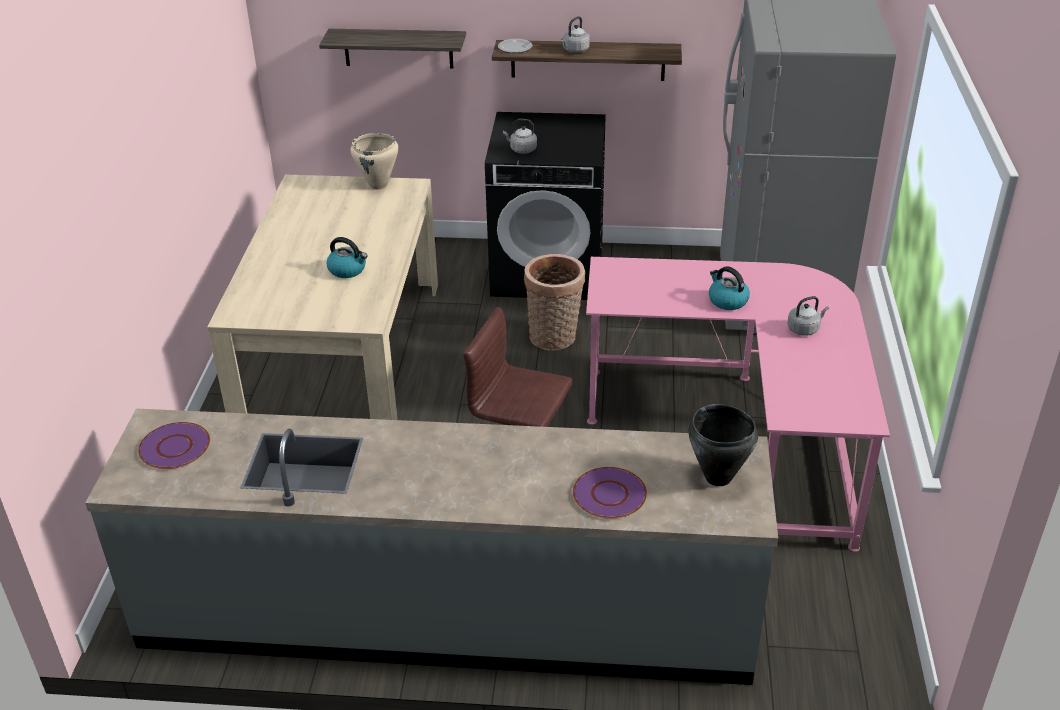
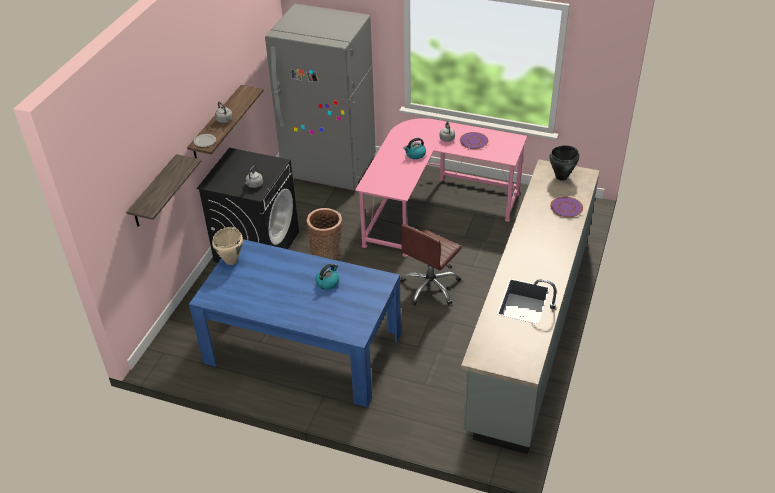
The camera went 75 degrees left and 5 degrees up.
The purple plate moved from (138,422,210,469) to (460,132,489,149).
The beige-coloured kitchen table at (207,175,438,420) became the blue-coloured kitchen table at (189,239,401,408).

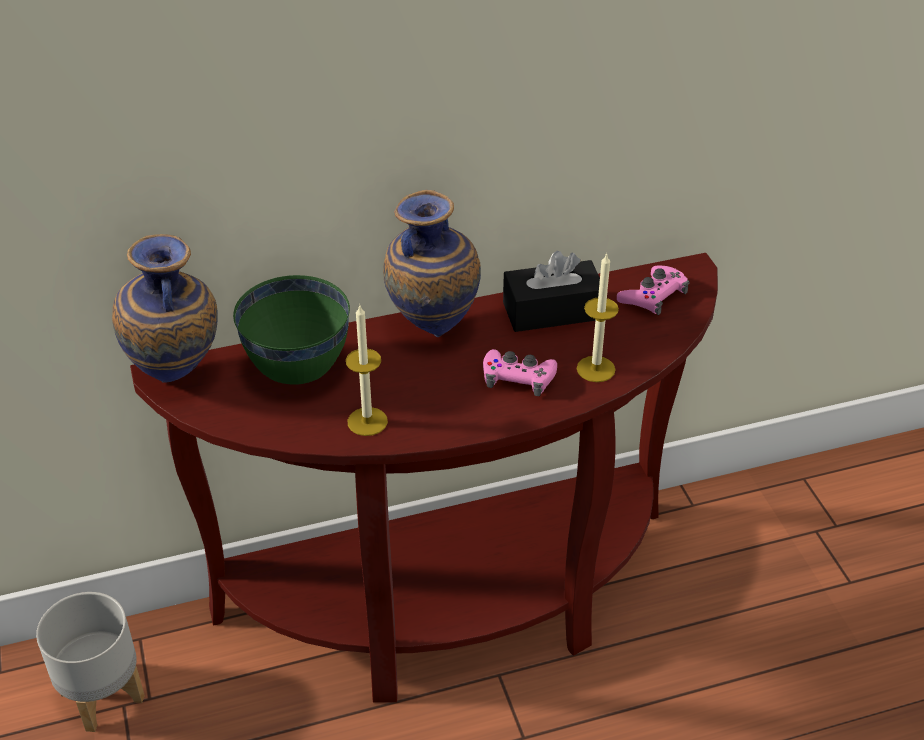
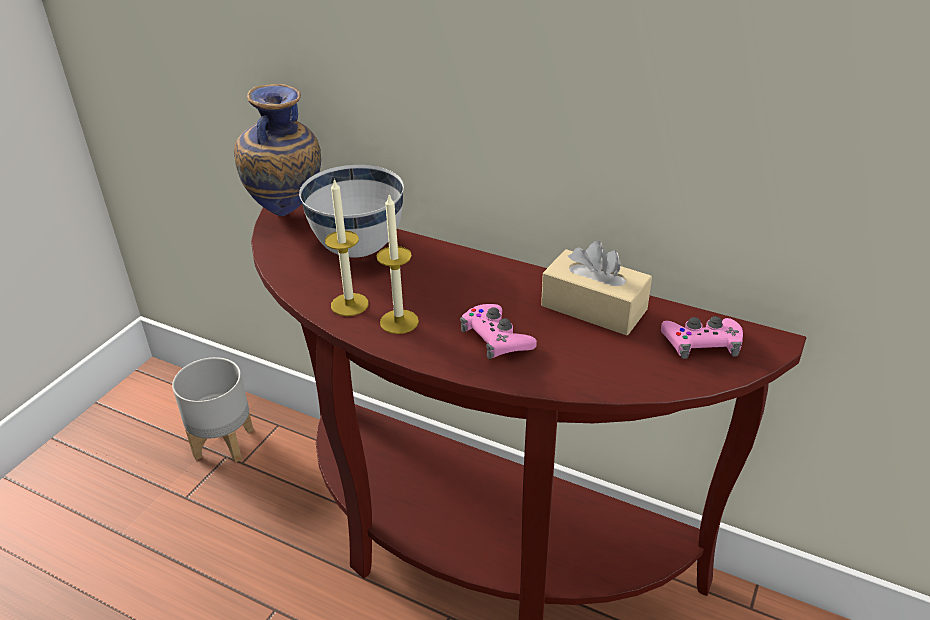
The camera went 45 degrees right and 5 degrees down.
The greenish deep dish at (233,275,350,385) became the white deep dish at (299,165,404,258).
The vase at (383,190,481,337) disappeared.
The black box of tissues at (503,251,600,332) became the beige-coloured box of tissues at (541,241,652,335).
The wax candle moved from (577,252,619,382) to (377,195,419,334).

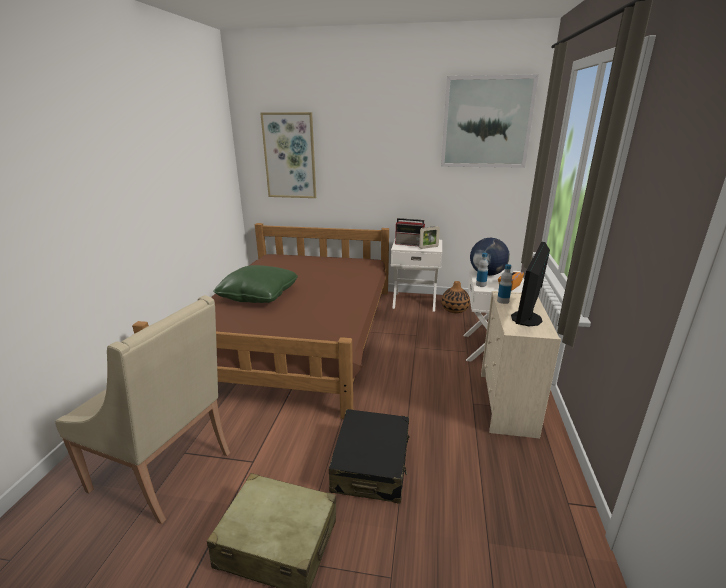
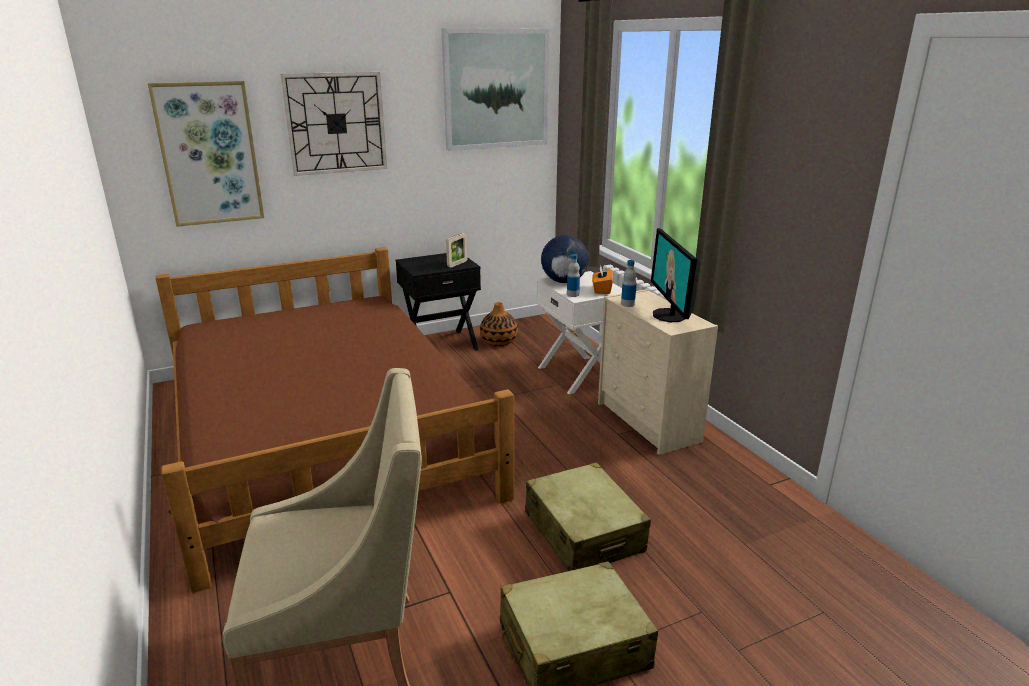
The camera went 35 degrees left and 0 degrees up.
The greenish throw pillow at (213,265,298,303) disappeared.
The black travel case at (329,409,410,504) became the beige-coloured travel case at (525,462,651,571).
The white nightstand at (391,240,442,312) became the black nightstand at (396,253,481,351).
The radio set at (395,218,425,246) disappeared.
The wall clock at (281,72,387,176) appeared.

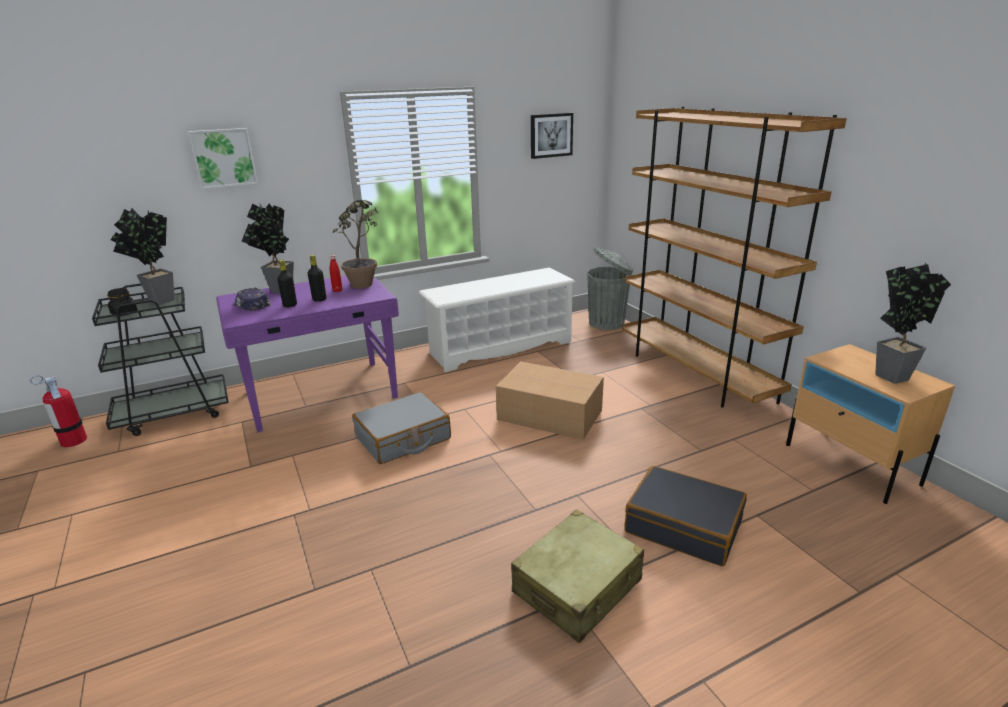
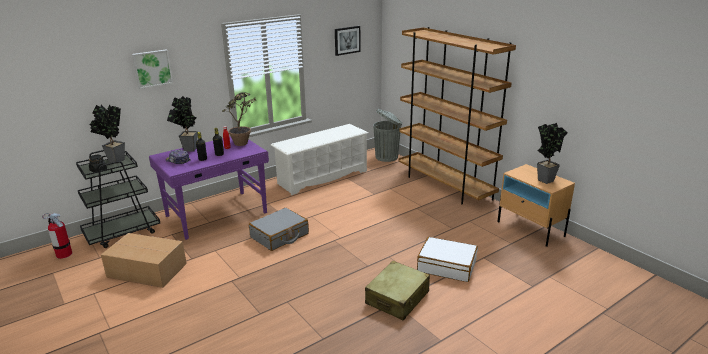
The camera went 10 degrees left and 0 degrees up.
The carton moved from (496,361,604,440) to (101,233,187,288).
The black travel case at (624,466,747,566) became the white travel case at (417,237,478,282).

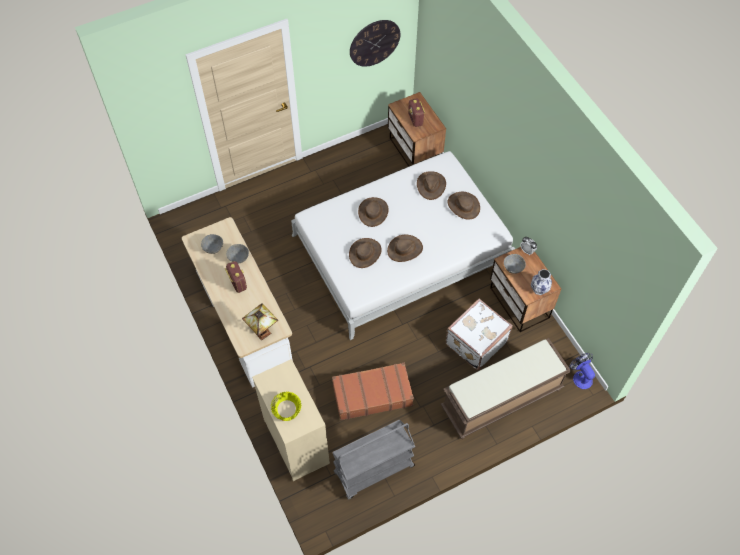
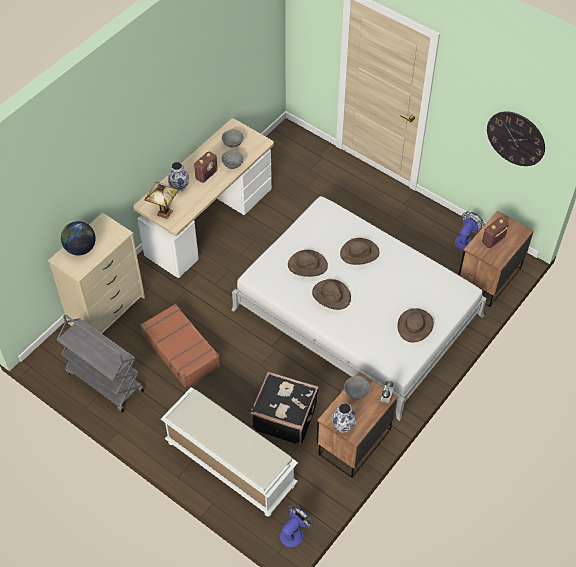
The camera went 65 degrees right and 5 degrees down.
The yellowish deep dish at (271,392,302,421) was replaced by the desk globe at (61,221,96,255).
The brownish clothing hat at (417,171,446,200) disappeared.
The brownish indoor bench at (441,338,572,439) became the white indoor bench at (161,387,298,516).
The white travel case at (445,299,513,370) became the black travel case at (250,371,319,445).
The vase at (168,162,189,192) appeared.
The cooling fan at (455,212,484,250) appeared.

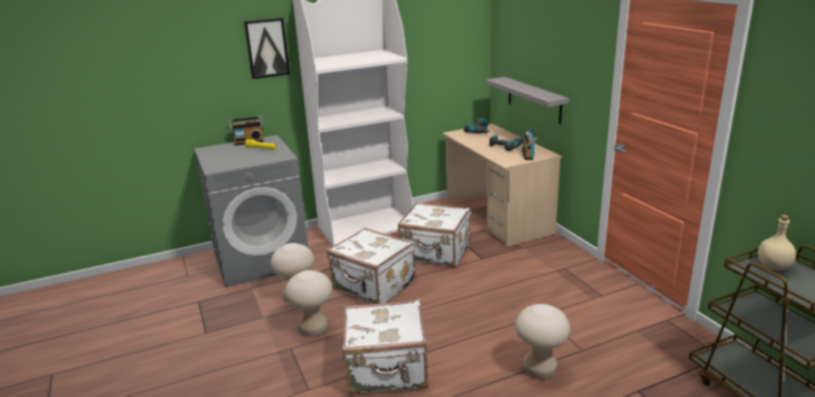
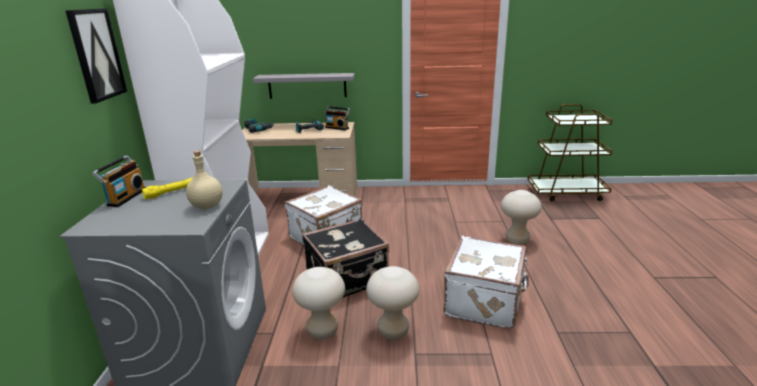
The camera went 65 degrees left and 0 degrees up.
The white travel case at (327,227,415,304) became the black travel case at (302,218,389,297).
The beige-coloured drink bottle moved from (758,215,796,270) to (186,151,223,209).

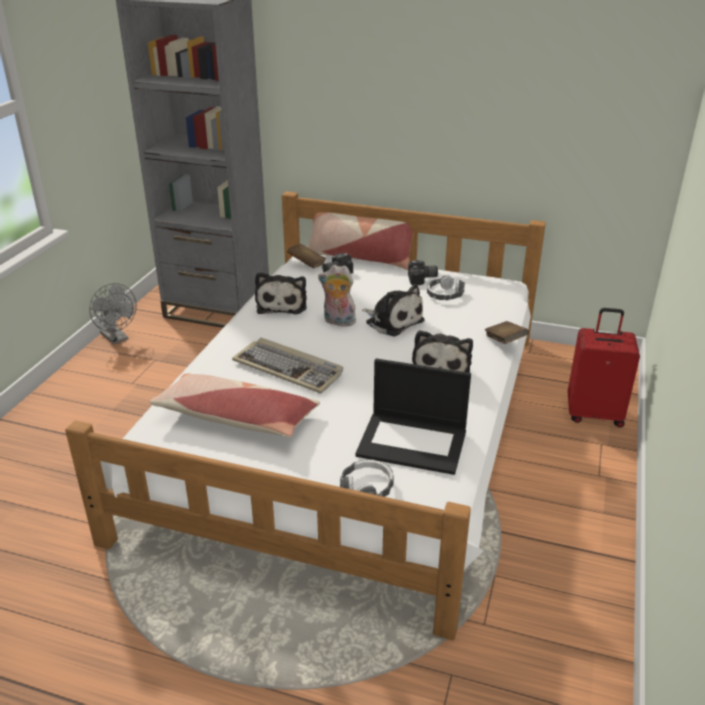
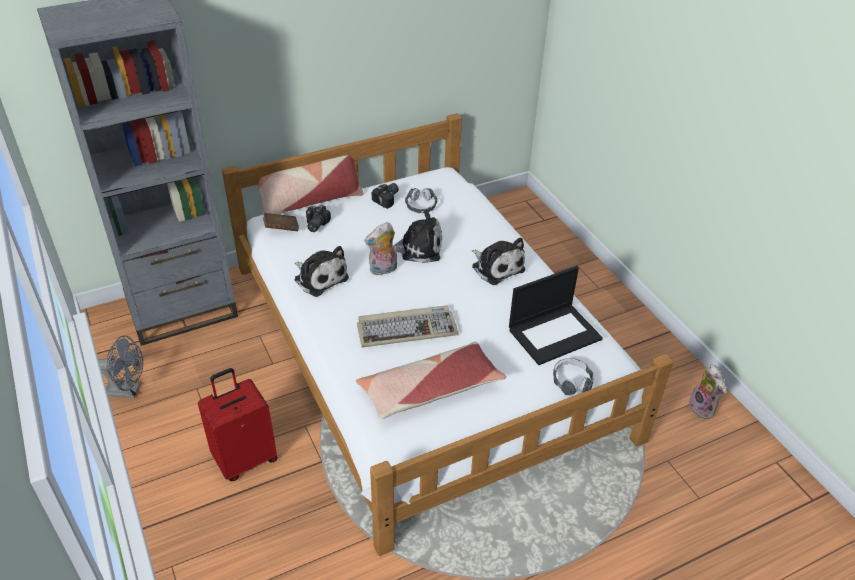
The camera went 45 degrees left and 10 degrees up.
The brownish volume at (485,321,529,344) disappeared.
The red travel case moved from (568,308,640,428) to (198,368,278,481).
The soft toy at (687,365,727,419) appeared.

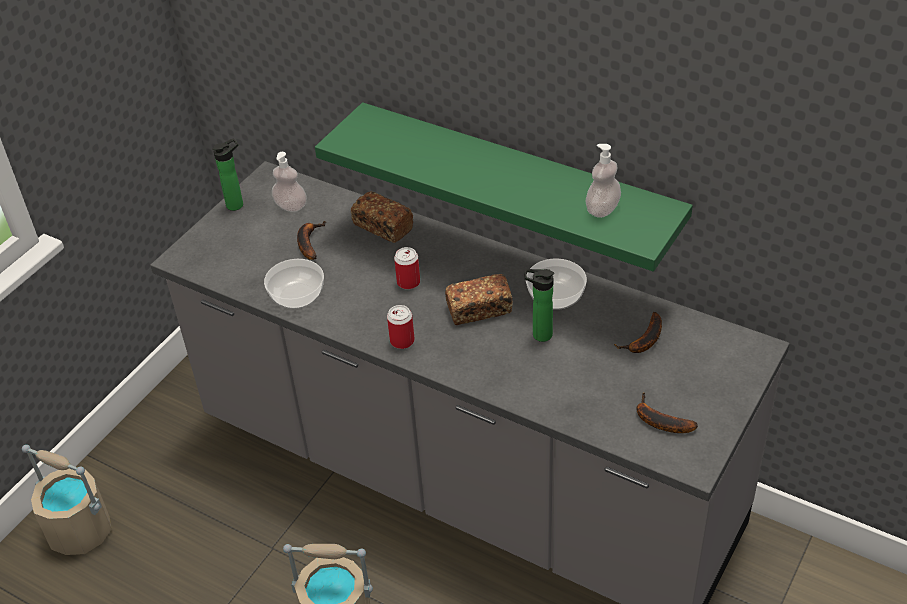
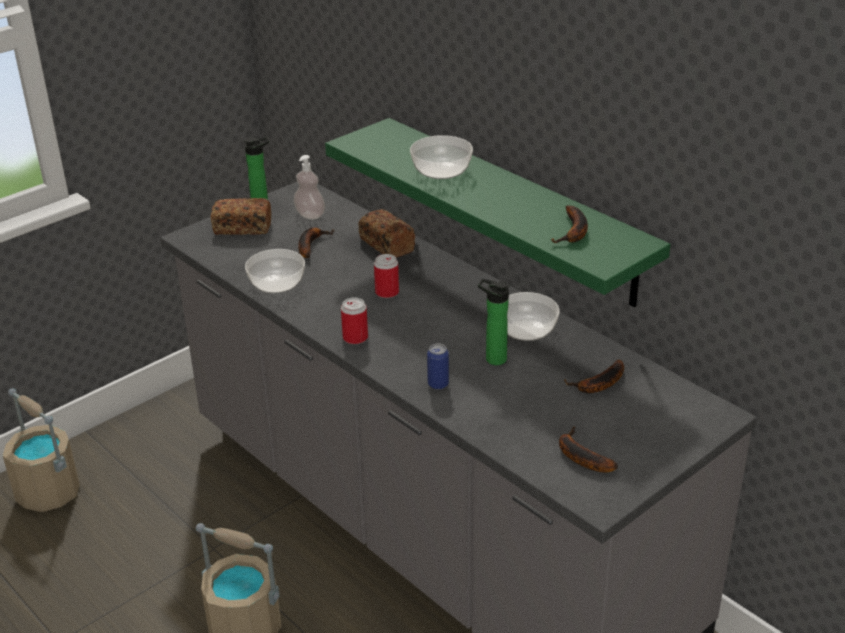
The camera went 15 degrees right and 10 degrees down.
The bakery bread moved from (445,274,513,325) to (211,198,271,235).
The soap bottle at (585,144,621,218) was replaced by the banana fruit at (551,205,588,243).
The deep dish at (410,135,473,179) appeared.
The sealed can at (427,343,449,390) appeared.

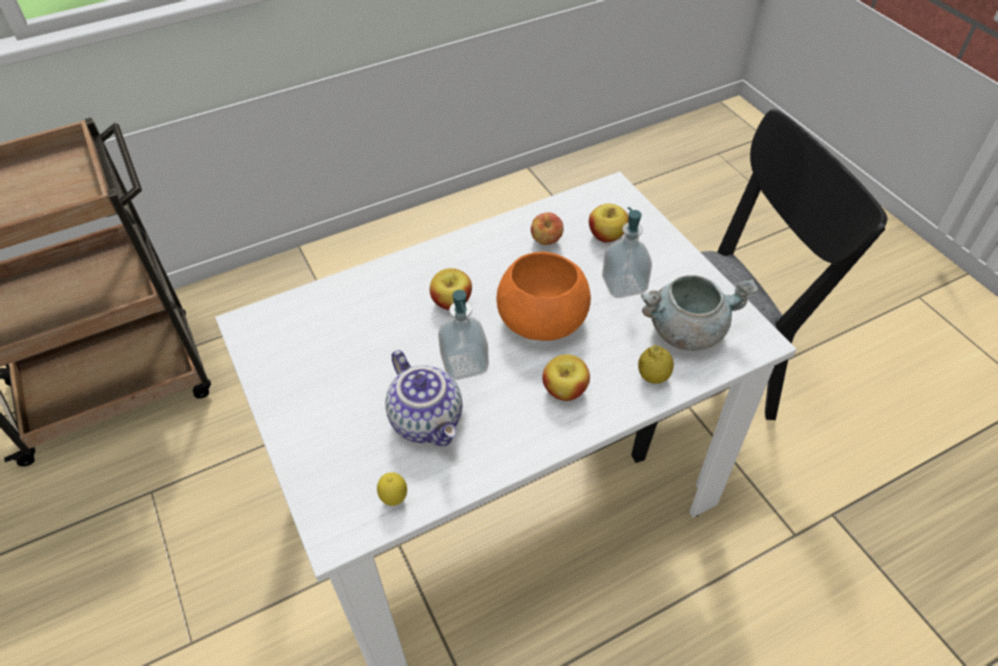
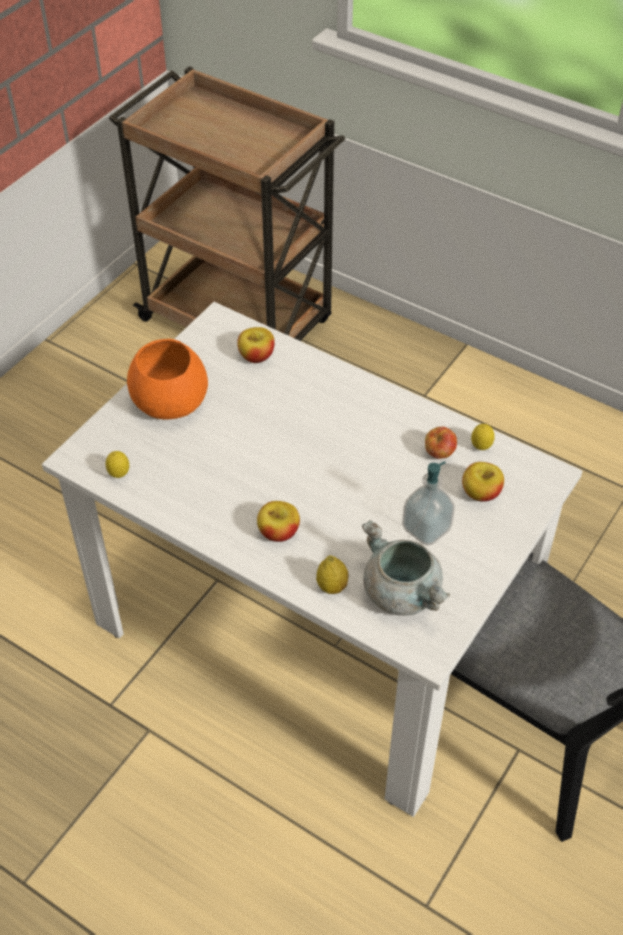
The camera went 60 degrees right and 0 degrees up.
The teapot at (385,350,463,447) disappeared.
The whole apple moved from (430,268,472,310) to (237,327,275,363).
The soap bottle at (438,290,489,380) disappeared.
The orange-coloured deep dish moved from (496,251,591,341) to (127,339,208,420).
The whole lemon at (471,424,495,450) appeared.

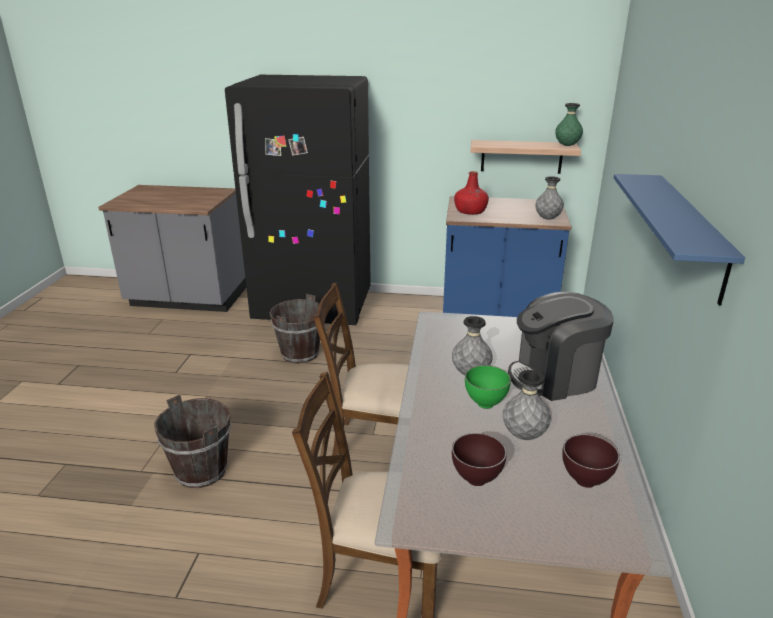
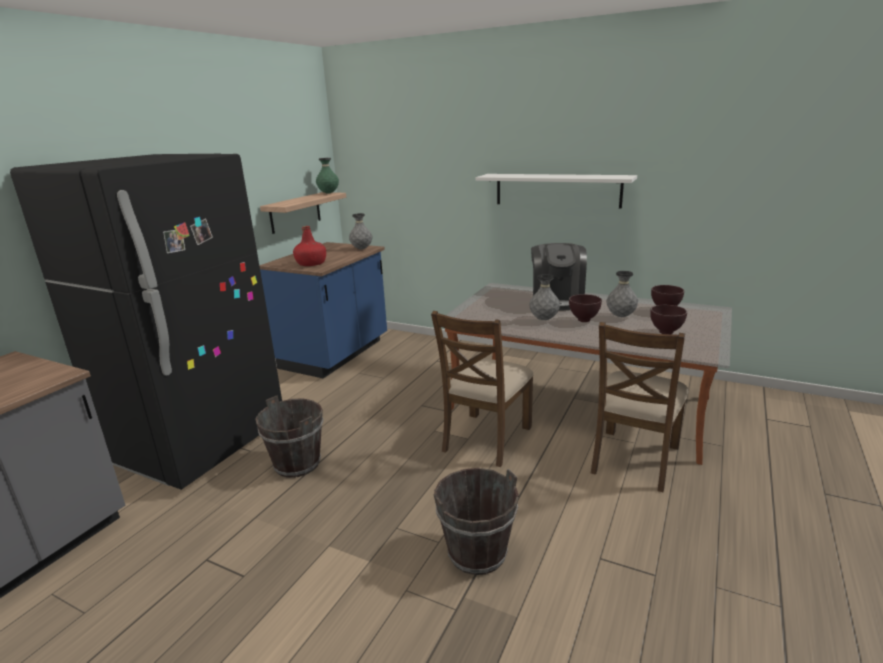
The camera went 70 degrees left and 5 degrees down.
The greenish deep dish at (465,365,511,409) became the brownish deep dish at (569,294,602,322).
The blue-coloured shelf at (614,174,745,305) became the white shelf at (475,174,637,209).

